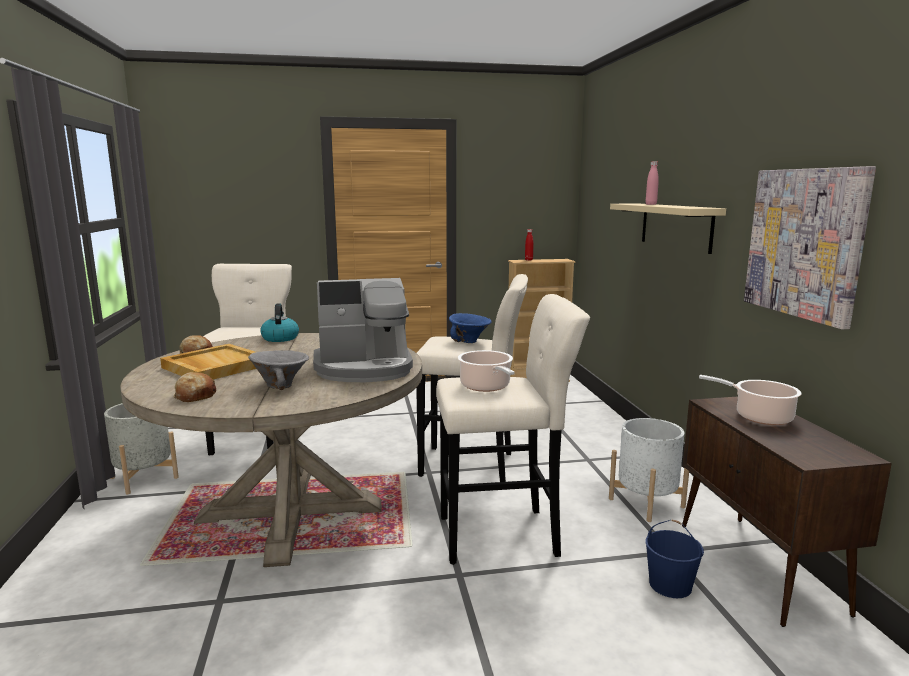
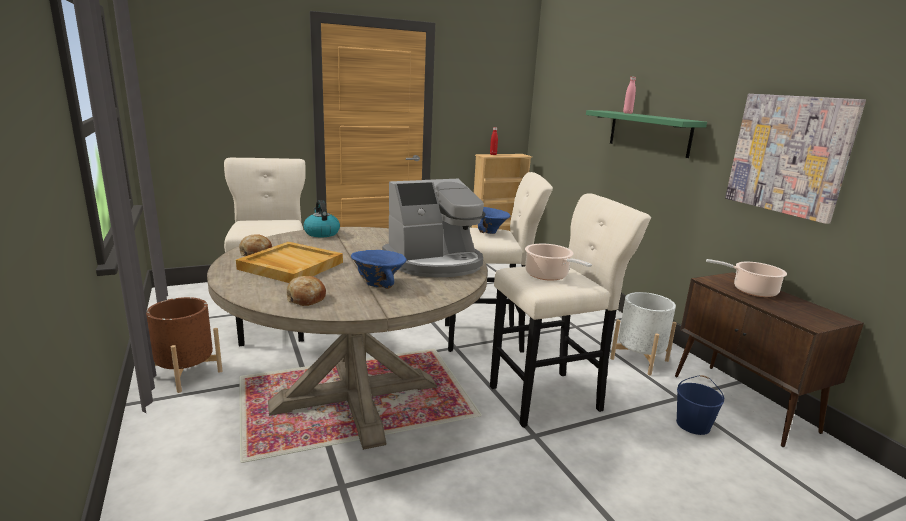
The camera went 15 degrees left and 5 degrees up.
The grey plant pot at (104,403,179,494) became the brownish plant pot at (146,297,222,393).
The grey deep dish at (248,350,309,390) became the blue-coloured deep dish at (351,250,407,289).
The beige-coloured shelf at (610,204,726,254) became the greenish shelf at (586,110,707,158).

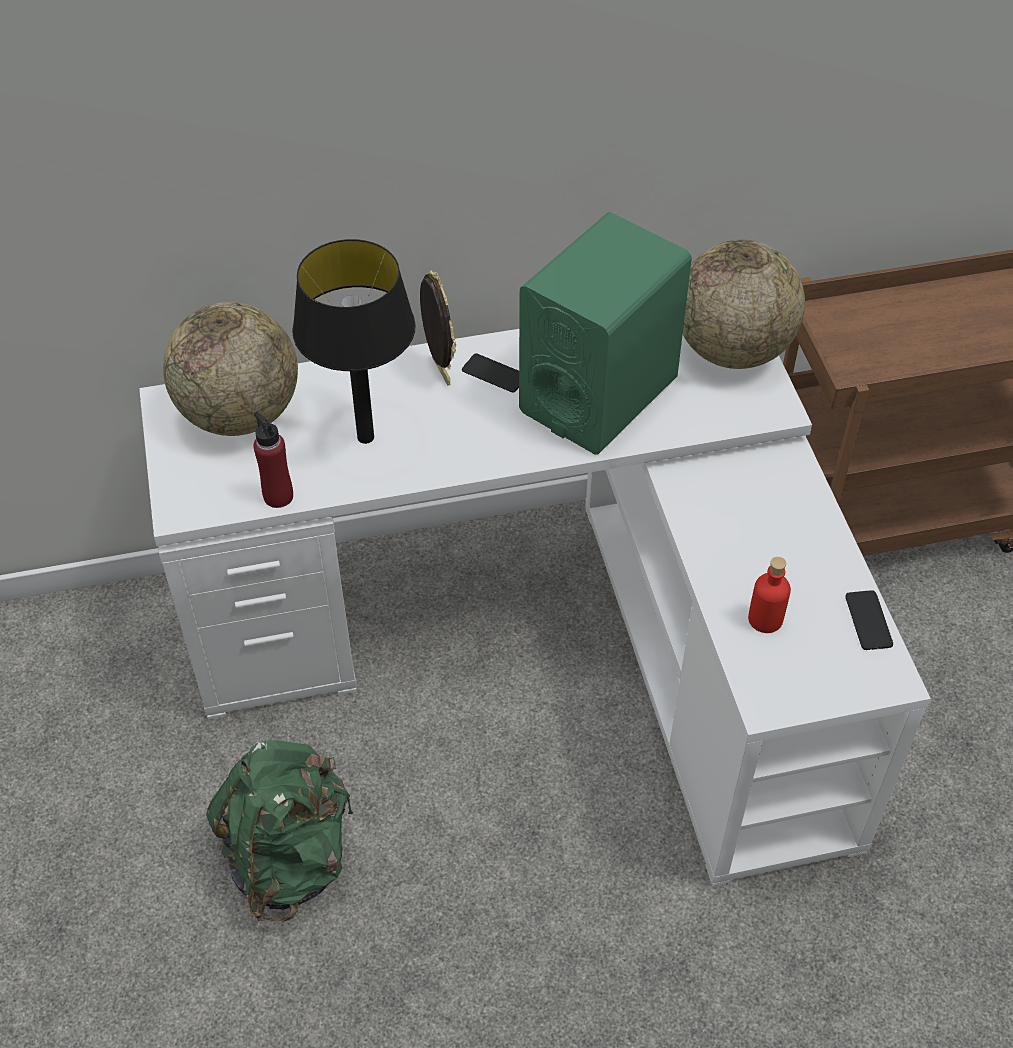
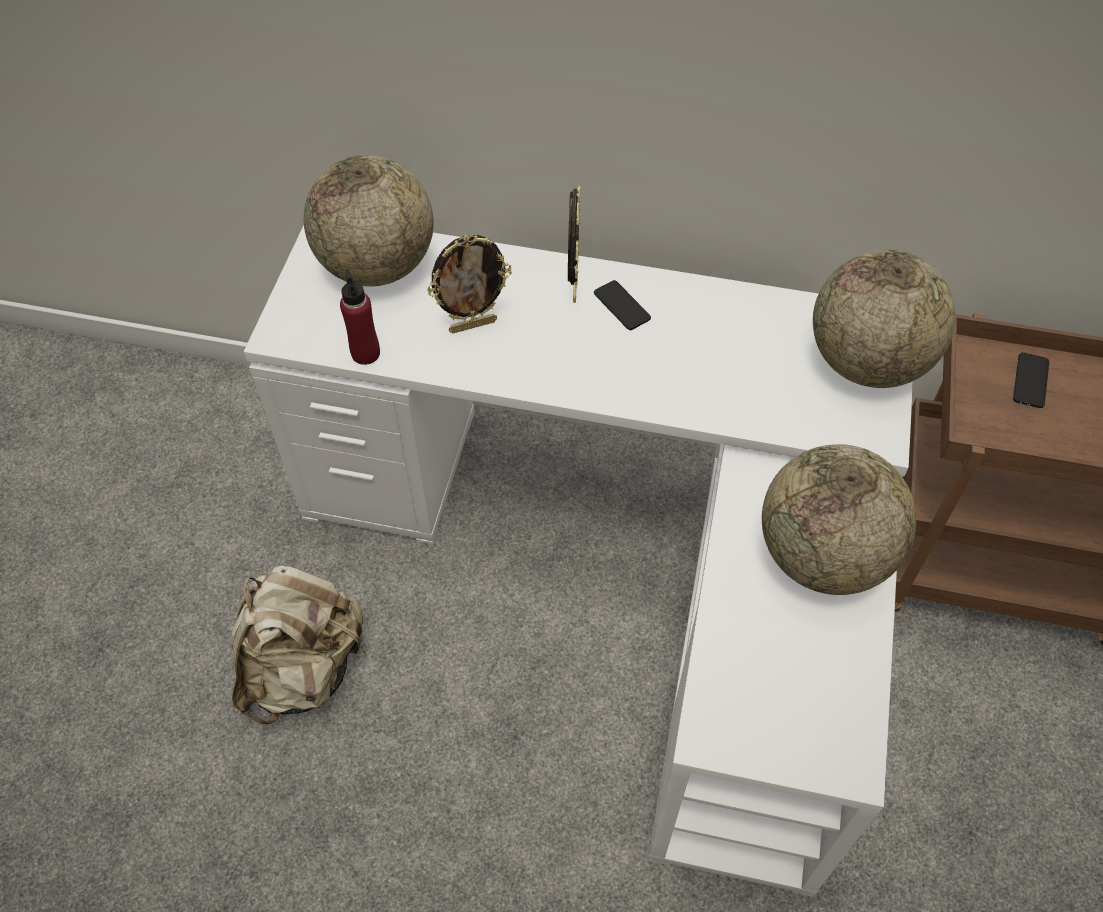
The camera went 25 degrees right and 5 degrees up.
The greenish rucksack at (206,740,354,922) became the beige-coloured rucksack at (230,565,366,724).
The black lamp for a table at (292,239,416,444) was replaced by the photo frame at (427,235,512,333).
The greenish speaker at (519,212,692,455) disappeared.
The red drink bottle at (748,557,791,633) disappeared.
The phone moved from (845,590,893,650) to (1013,352,1049,408).
The desk globe at (762,444,916,595) appeared.

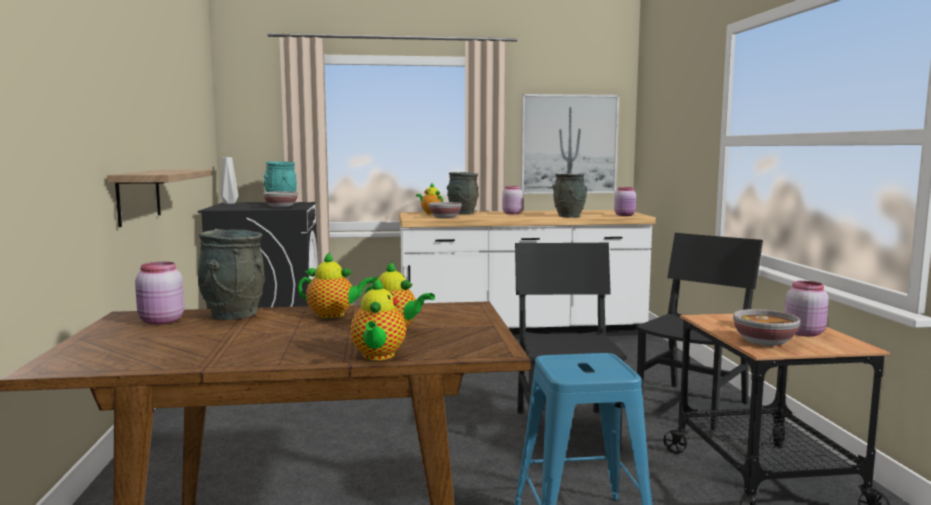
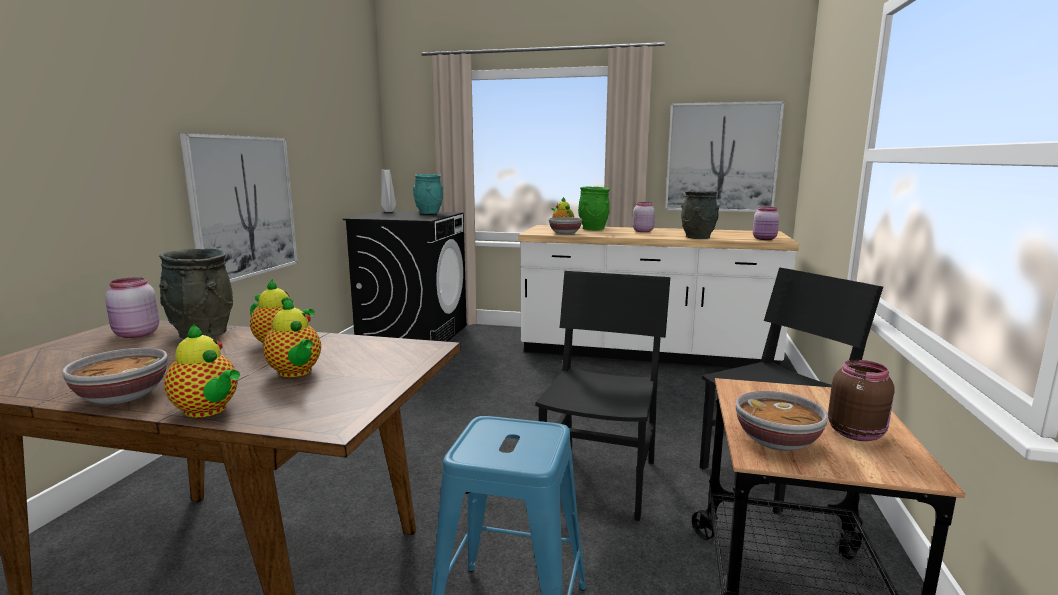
The camera went 20 degrees right and 5 degrees up.
The shelf at (107,170,211,227) was replaced by the wall picture at (179,133,298,283).
The deep dish moved from (263,191,298,208) to (62,348,168,405).
The teapot at (350,277,406,360) turned 75 degrees counterclockwise.
The grey vase at (447,172,479,214) became the greenish vase at (578,187,610,230).
The pink preserve jar at (785,281,829,337) became the brownish preserve jar at (828,360,895,441).

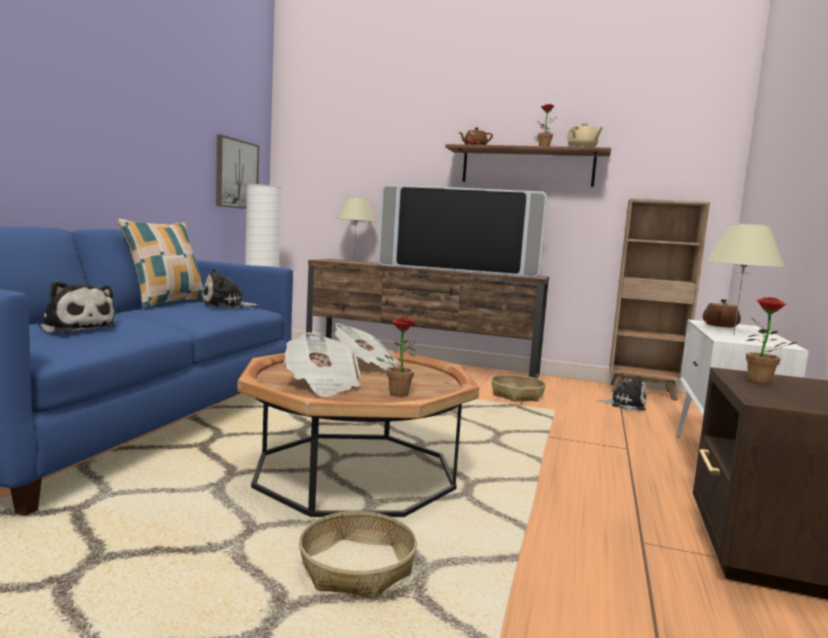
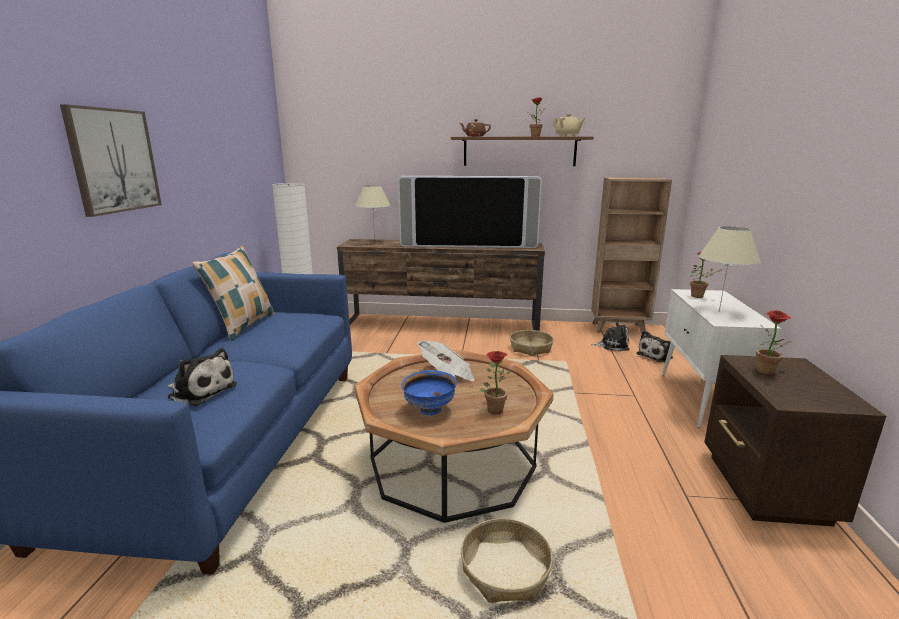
The camera went 10 degrees left and 10 degrees up.
The soft toy moved from (202,268,258,308) to (636,331,673,362).
The wall picture moved from (216,135,259,209) to (60,104,162,217).
The printed paper at (284,333,361,397) was replaced by the blue-coloured deep dish at (401,370,457,415).
The brownish teapot at (703,299,741,327) was replaced by the plant in a pot at (690,251,724,298).

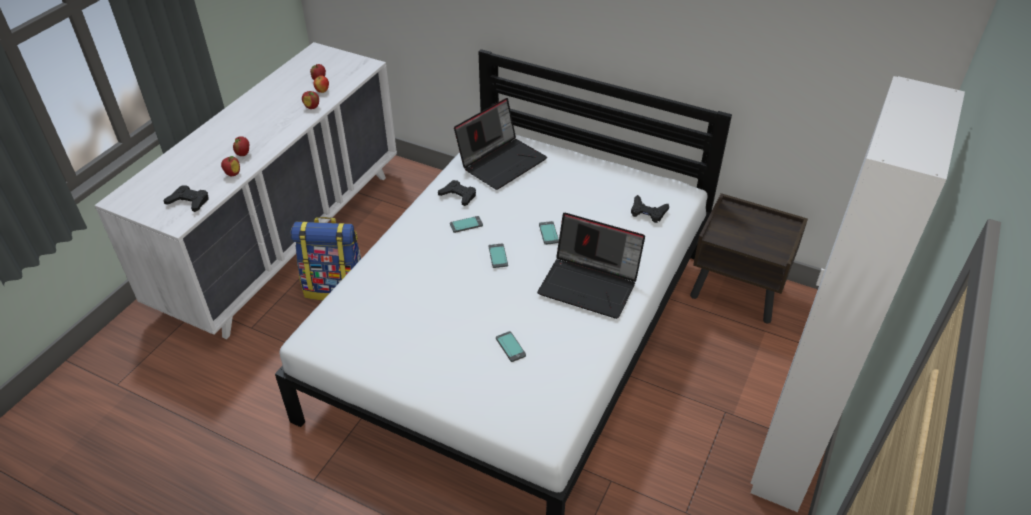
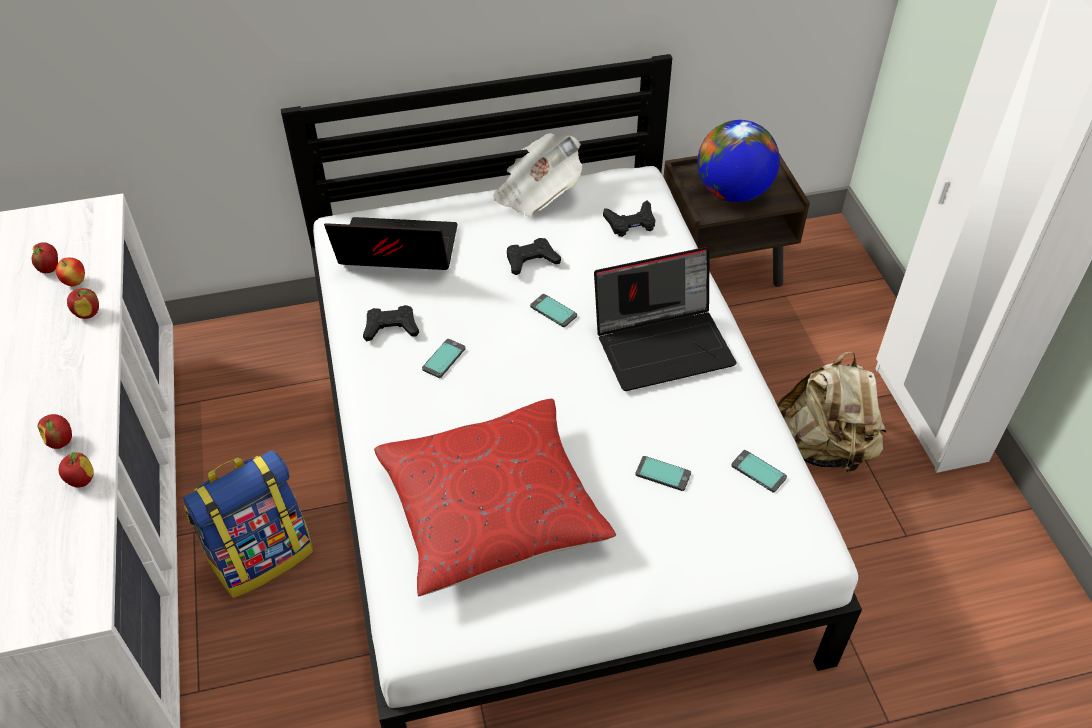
The camera went 40 degrees left and 5 degrees up.
The black joypad moved from (163,185,208,212) to (507,238,561,275).
The notebook computer at (454,98,547,190) turned 90 degrees counterclockwise.
The phone moved from (489,243,508,268) to (731,450,787,493).
The red throw pillow at (374,399,616,596) appeared.
The printed paper at (493,133,582,216) appeared.
The desk globe at (697,120,780,202) appeared.
The beige-coloured rucksack at (777,351,886,476) appeared.

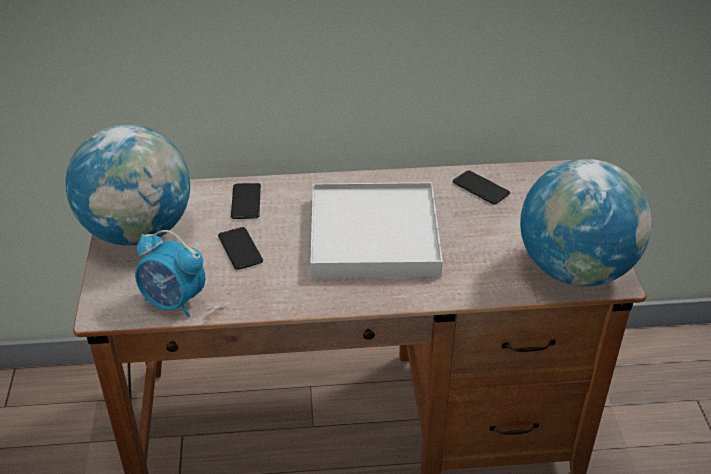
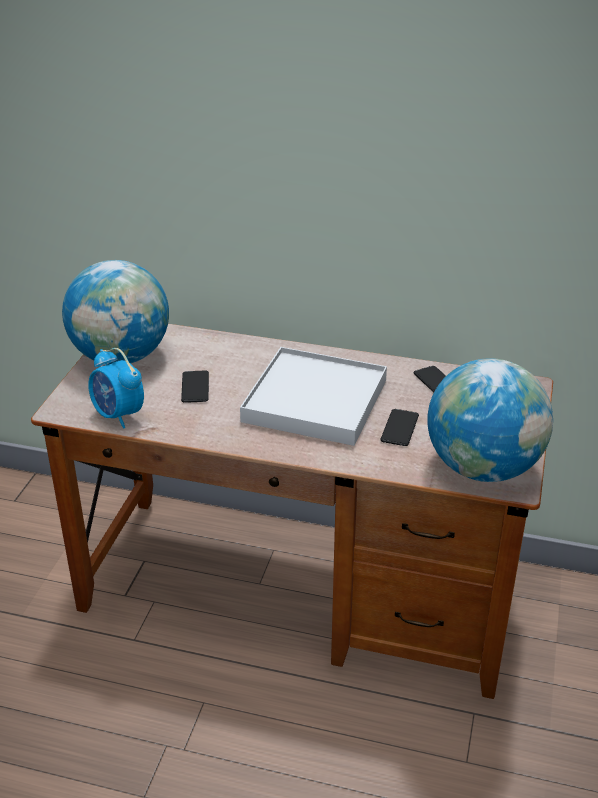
The camera went 20 degrees right and 5 degrees down.
The phone moved from (231,183,261,219) to (380,409,419,446).

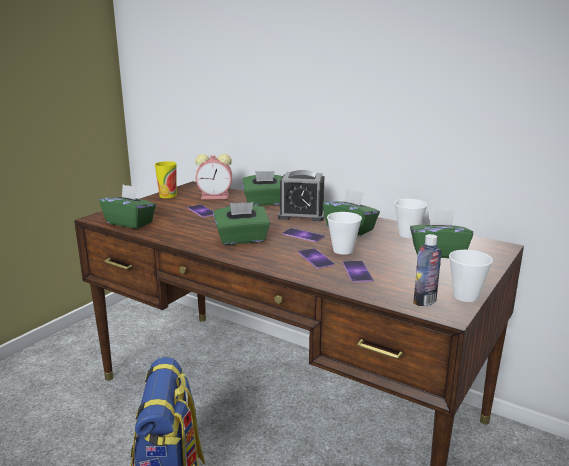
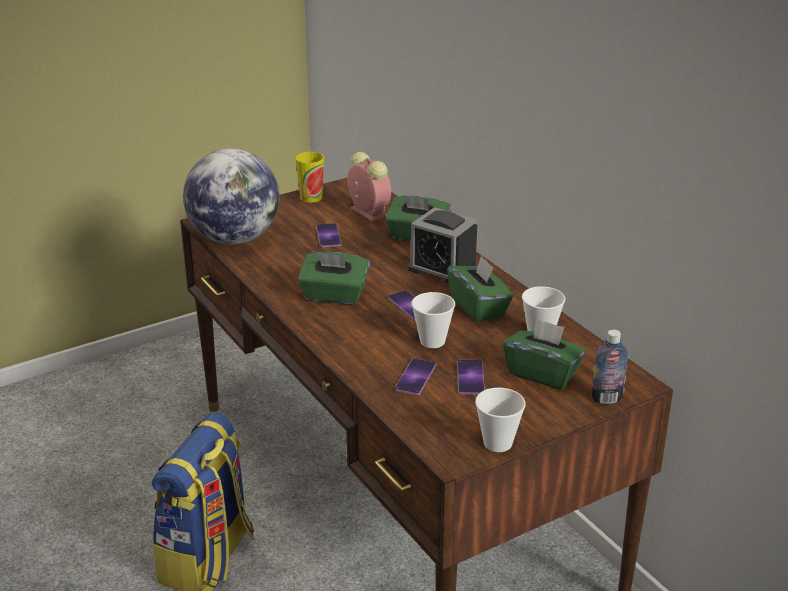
The camera went 25 degrees right and 10 degrees up.
The greenish box of tissues at (99,184,156,229) was replaced by the desk globe at (183,149,280,244).
The alarm clock at (195,154,232,199) turned 150 degrees counterclockwise.
The phone moved from (298,248,335,269) to (457,360,485,394).
The drink bottle moved from (413,234,442,306) to (591,330,629,404).

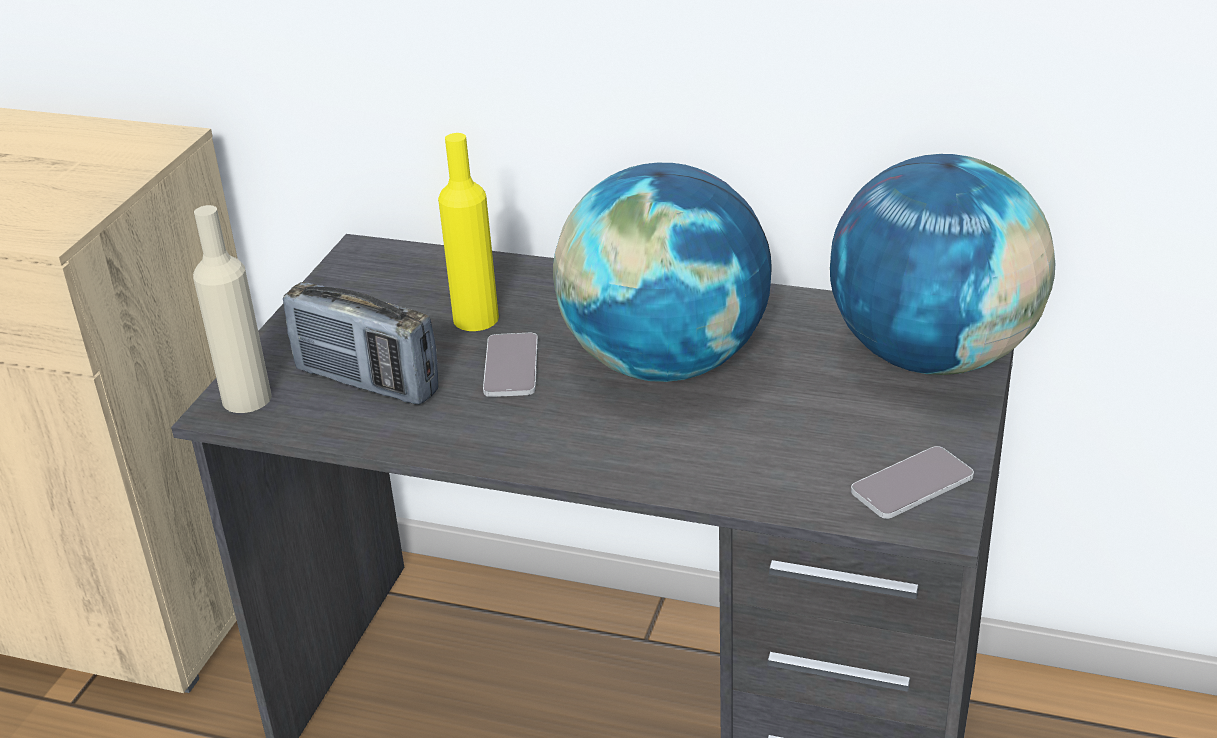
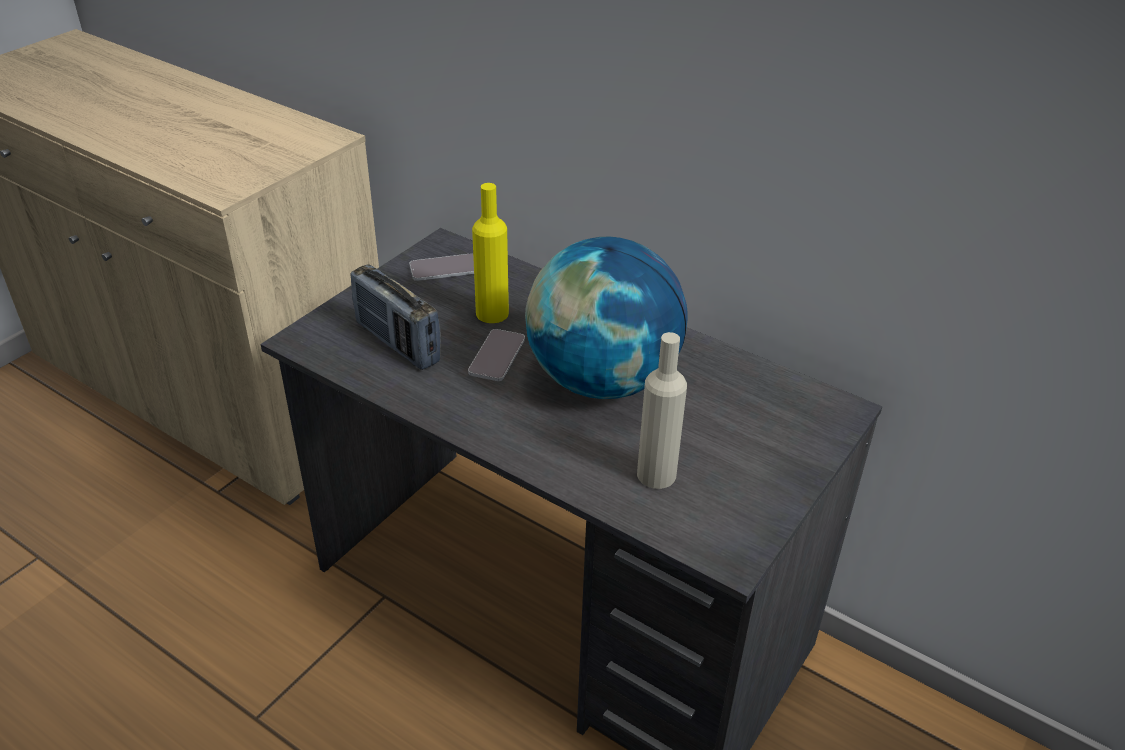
The camera went 15 degrees right and 5 degrees up.
The beige-coloured drink bottle moved from (193,205,272,413) to (637,332,687,489).
The desk globe at (830,154,1055,375) disappeared.
The phone moved from (851,446,974,519) to (410,253,474,281).

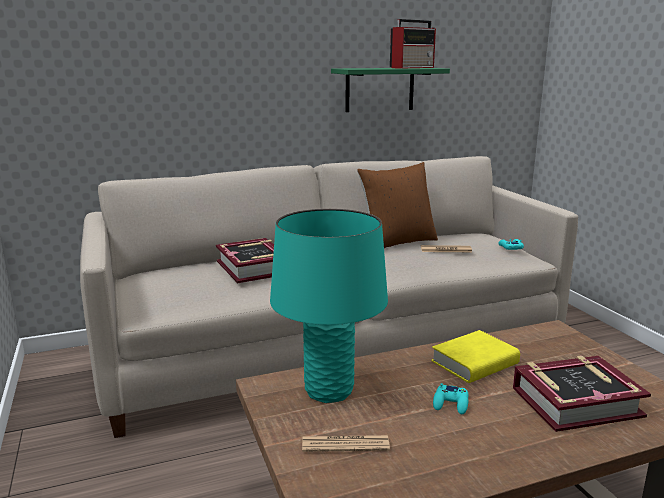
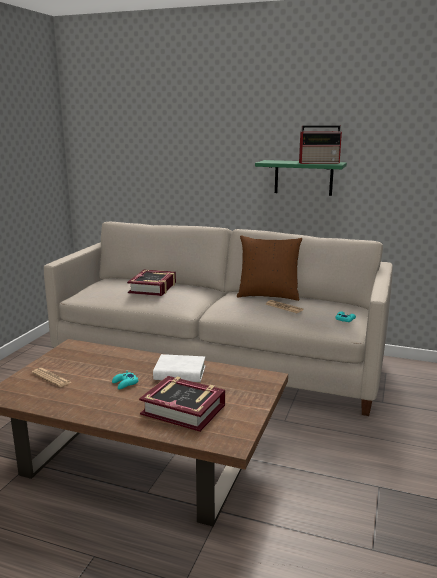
The camera went 40 degrees right and 0 degrees up.
The blue-green lamp for a table at (270,209,388,403) disappeared.
The yellowish volume at (431,330,520,383) became the white volume at (153,354,205,382).

